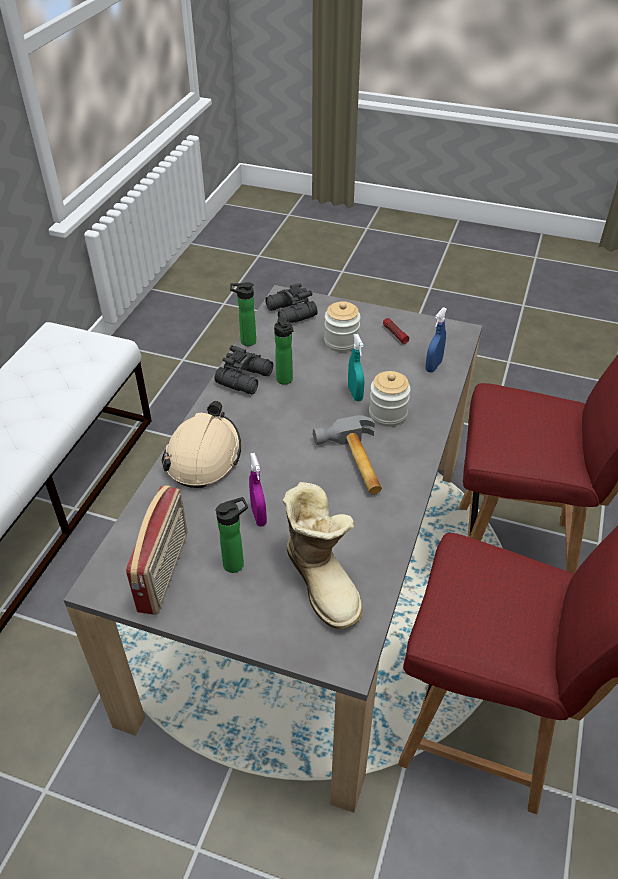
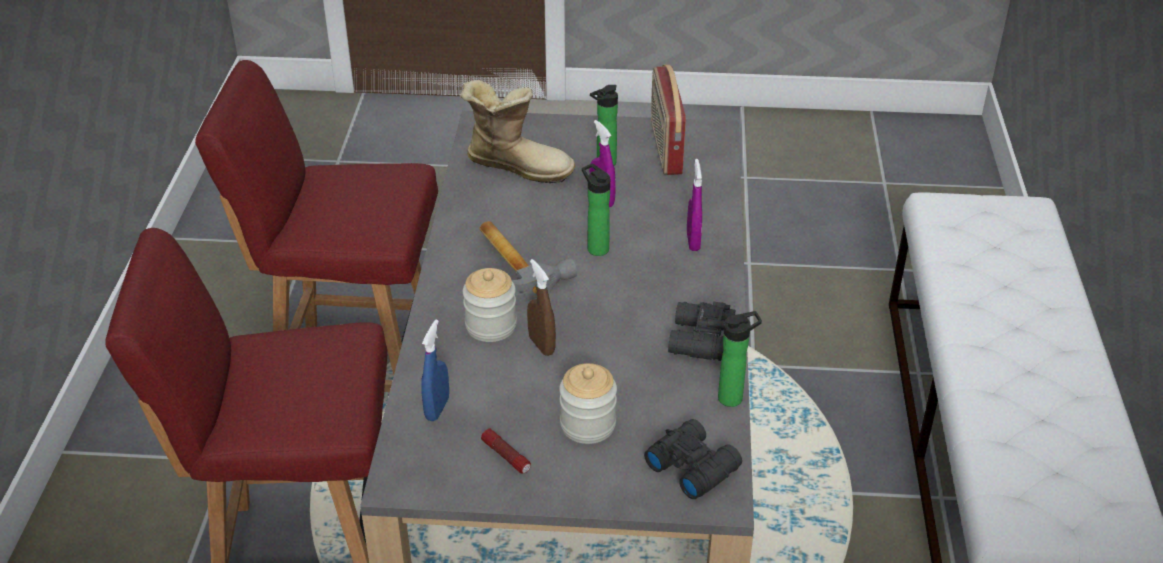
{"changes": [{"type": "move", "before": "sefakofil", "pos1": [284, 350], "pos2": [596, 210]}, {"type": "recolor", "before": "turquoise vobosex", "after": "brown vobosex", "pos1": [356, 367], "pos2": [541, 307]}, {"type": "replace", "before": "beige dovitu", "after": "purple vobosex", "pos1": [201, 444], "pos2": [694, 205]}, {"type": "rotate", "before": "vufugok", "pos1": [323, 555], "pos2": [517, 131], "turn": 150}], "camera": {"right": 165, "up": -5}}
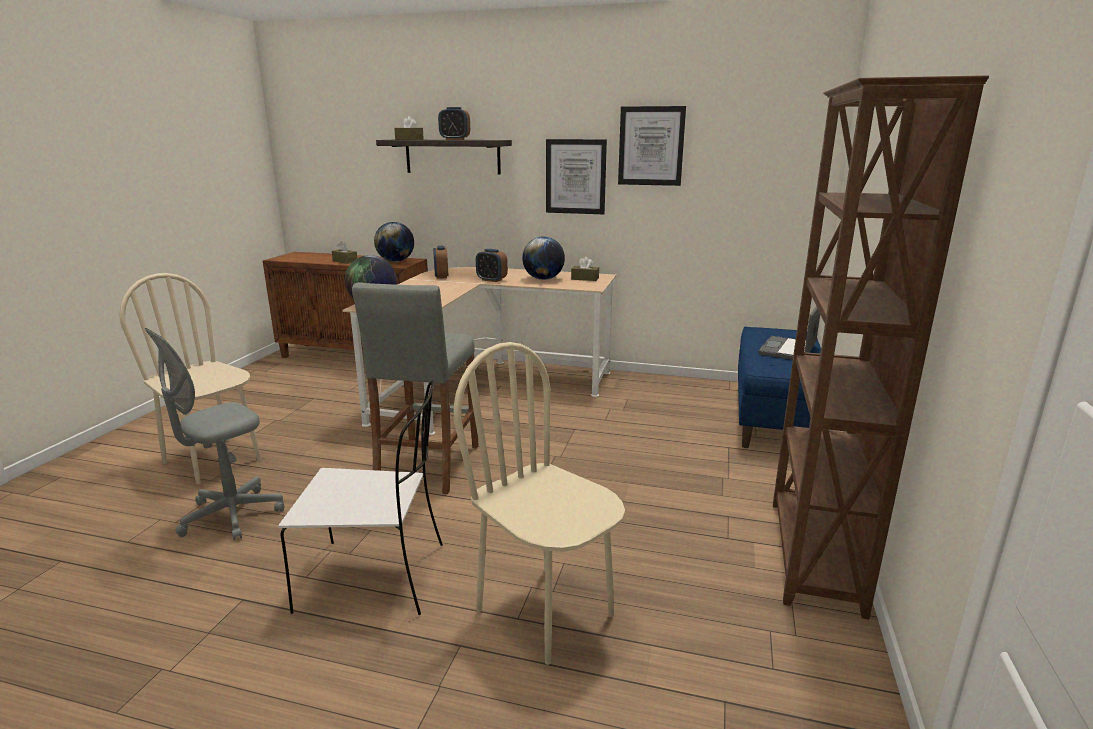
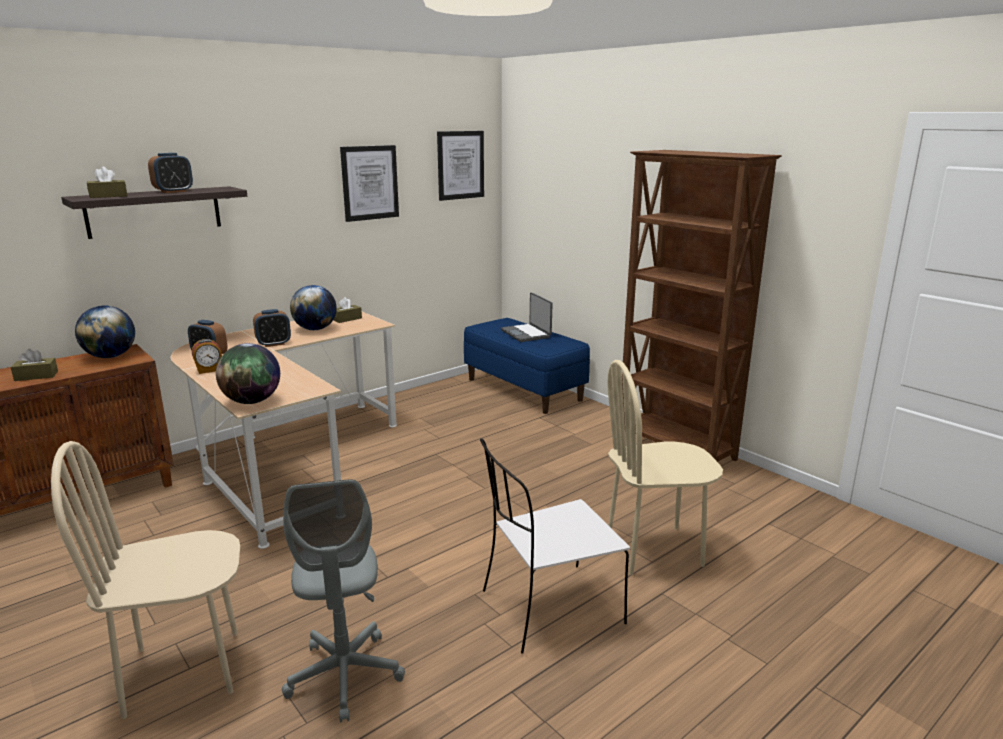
{"changes": [{"type": "move", "before": "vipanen", "pos1": [576, 176], "pos2": [460, 166]}, {"type": "delete", "before": "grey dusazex", "pos1": [415, 388]}, {"type": "rotate", "before": "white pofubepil", "pos1": [361, 497], "pos2": [555, 546], "turn": -150}, {"type": "insert", "after": "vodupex", "pos2": [207, 356]}], "camera": {"right": -55, "up": 0}}
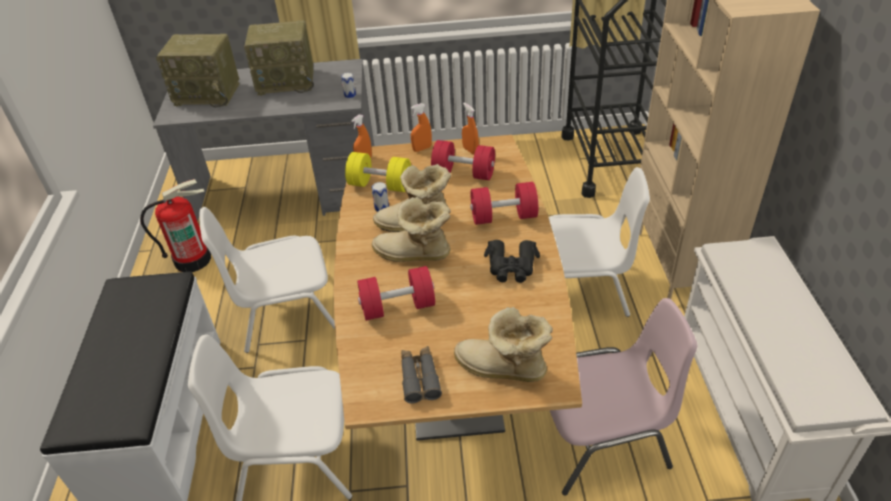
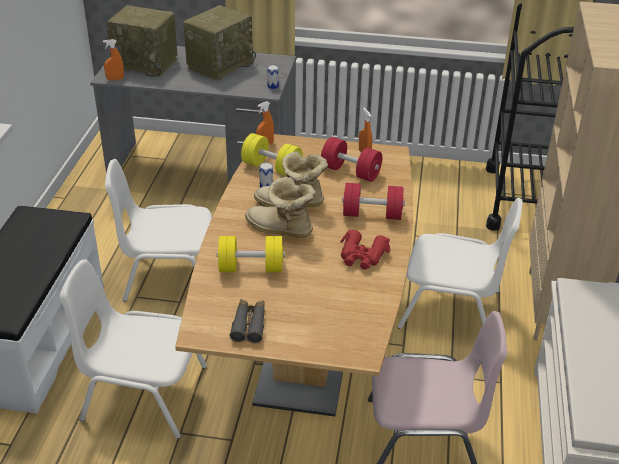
{"changes": [{"type": "rotate", "before": "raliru", "pos1": [279, 58], "pos2": [219, 43], "turn": -60}, {"type": "move", "before": "orange vobosex", "pos1": [421, 127], "pos2": [113, 60]}, {"type": "delete", "before": "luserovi", "pos1": [175, 225]}, {"type": "recolor", "before": "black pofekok", "after": "red pofekok", "pos1": [512, 261], "pos2": [365, 250]}, {"type": "recolor", "before": "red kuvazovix", "after": "yellow kuvazovix", "pos1": [396, 293], "pos2": [251, 254]}, {"type": "delete", "before": "vufugok", "pos1": [503, 344]}], "camera": {"right": 10, "up": -5}}
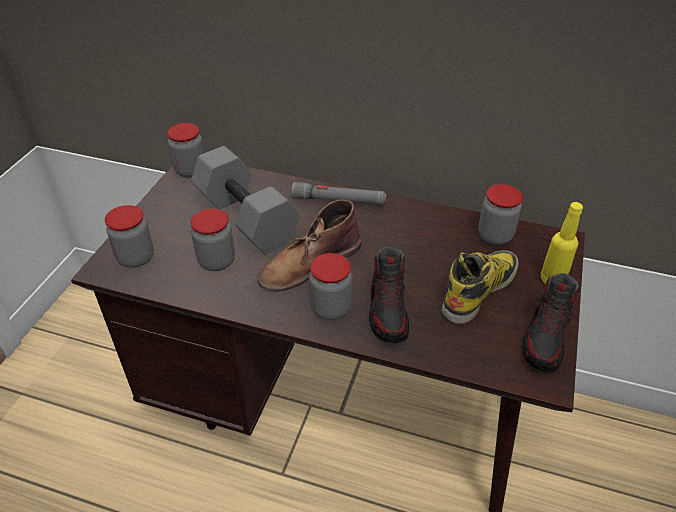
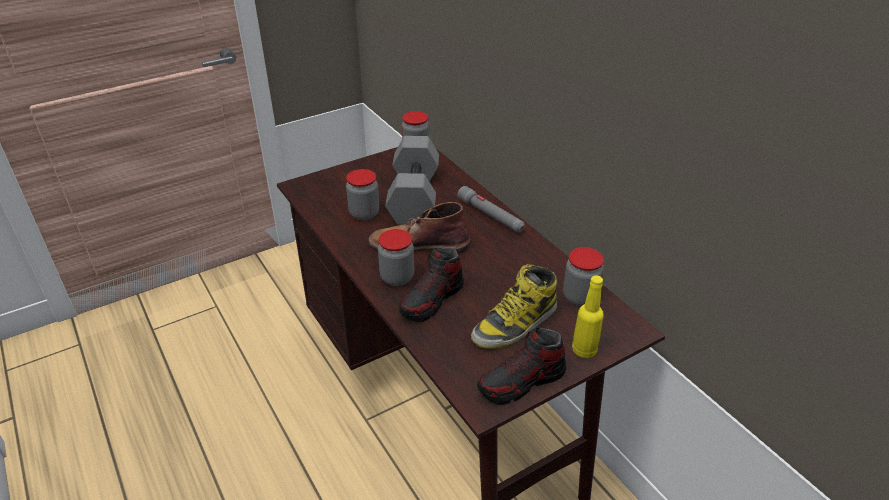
{"changes": [{"type": "delete", "before": "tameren", "pos1": [129, 236]}, {"type": "rotate", "before": "vufugok", "pos1": [480, 287], "pos2": [514, 306], "turn": 150}], "camera": {"right": 40, "up": -5}}
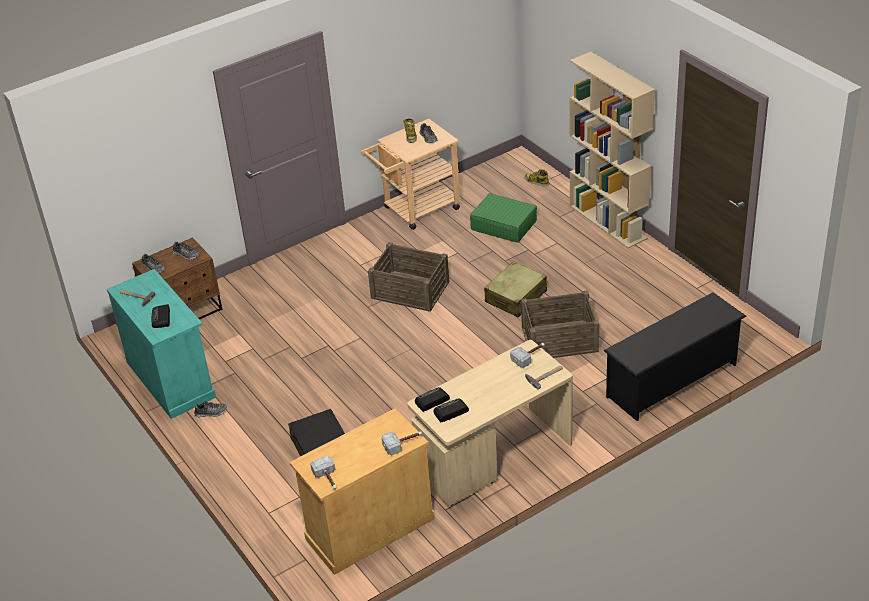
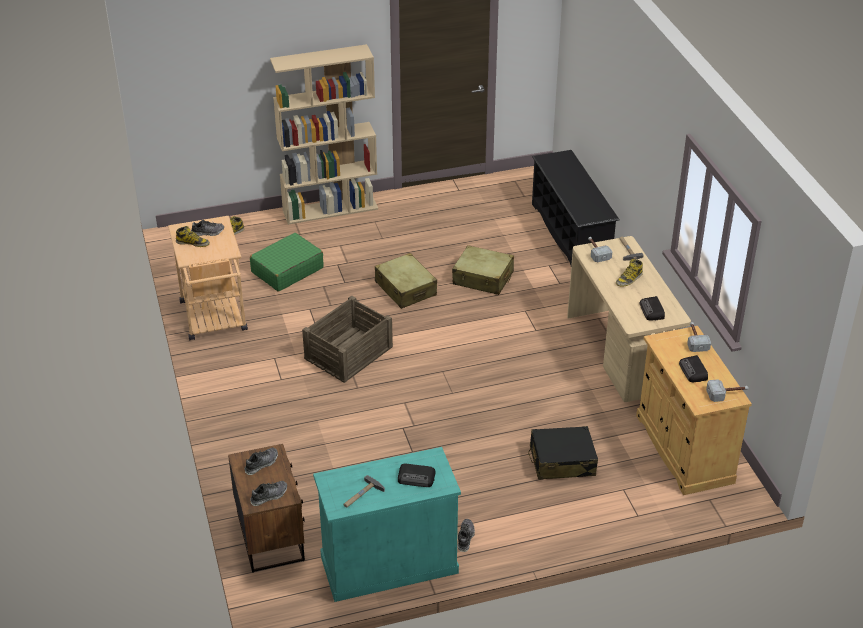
{"changes": [{"type": "replace", "before": "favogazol", "after": "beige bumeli", "pos1": [560, 324], "pos2": [483, 270]}, {"type": "move", "before": "raliru", "pos1": [432, 399], "pos2": [693, 368]}, {"type": "insert", "after": "vufugok", "pos2": [629, 273]}], "camera": {"right": -75, "up": 0}}
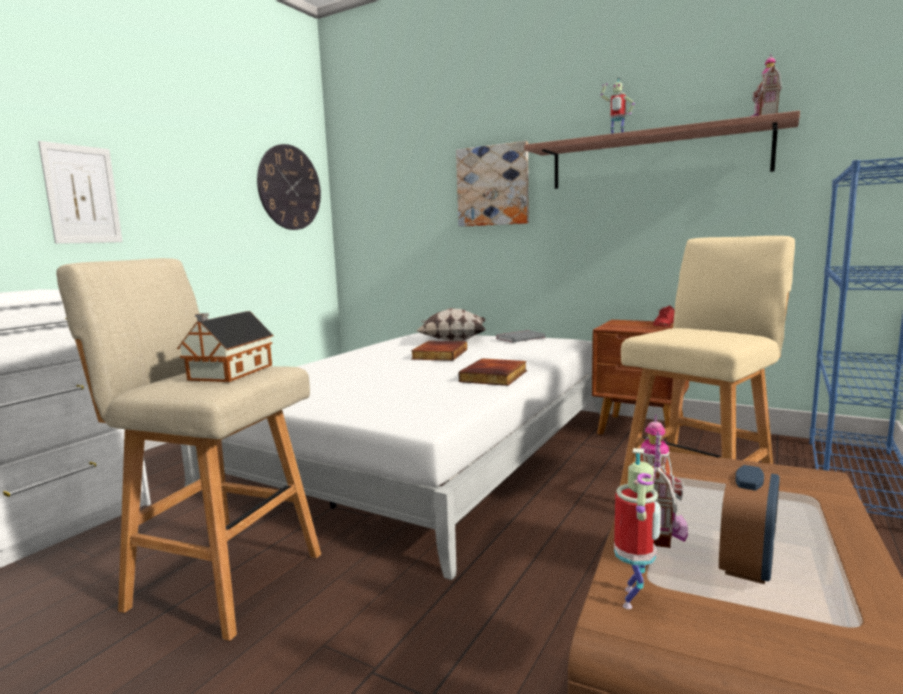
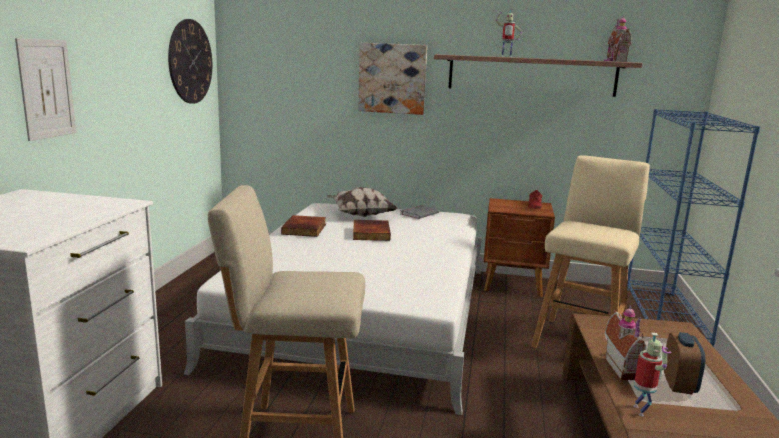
{"changes": [{"type": "delete", "before": "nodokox", "pos1": [225, 346]}, {"type": "move", "before": "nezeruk", "pos1": [493, 372], "pos2": [303, 226]}], "camera": {"right": -20, "up": 5}}
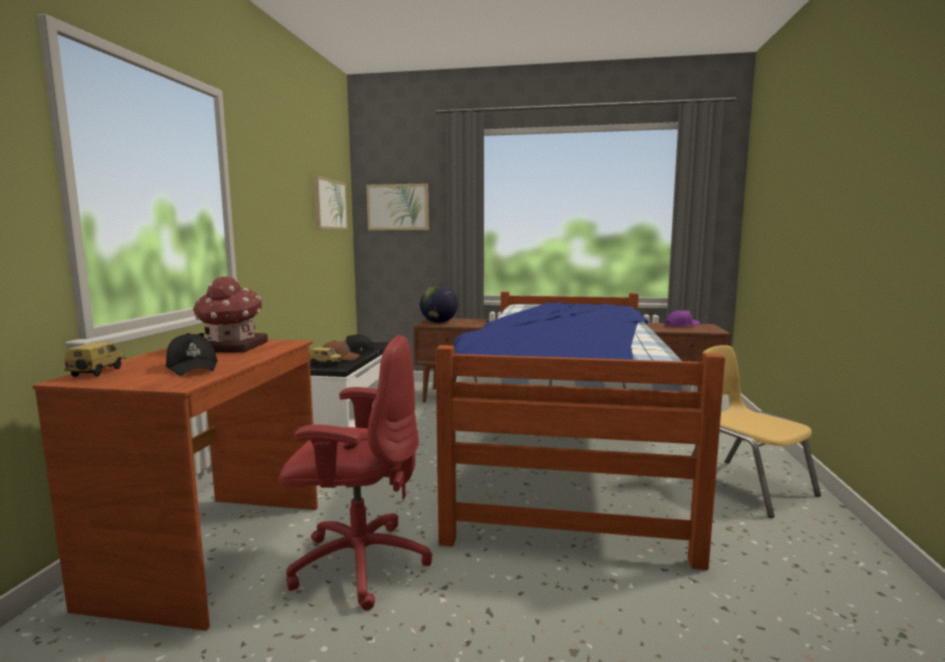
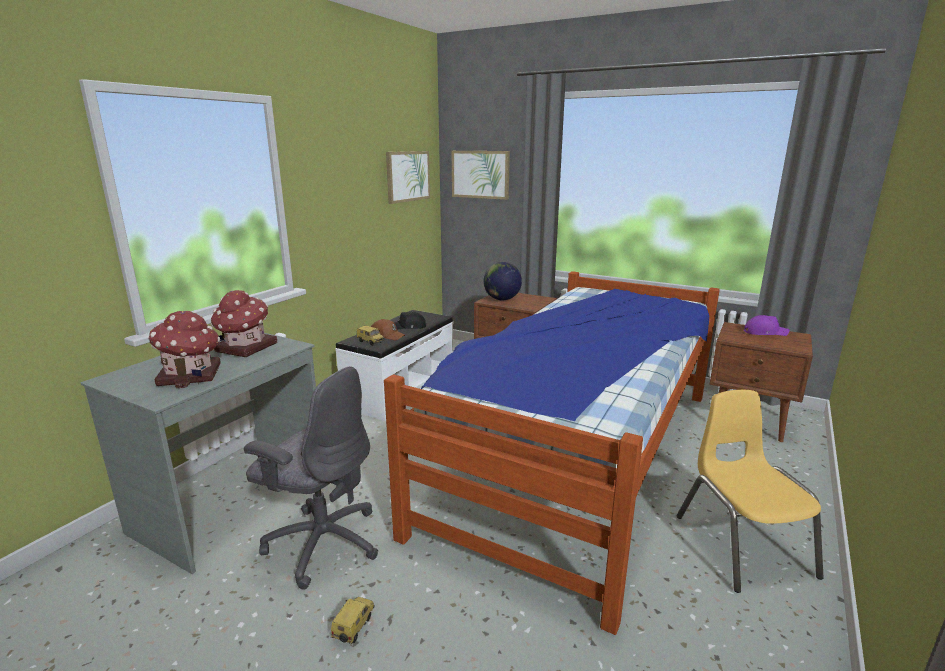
{"changes": [{"type": "replace", "before": "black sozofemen", "after": "nodokox", "pos1": [192, 354], "pos2": [184, 349]}, {"type": "recolor", "before": "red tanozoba", "after": "grey tanozoba", "pos1": [355, 473], "pos2": [311, 478]}, {"type": "recolor", "before": "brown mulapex", "after": "grey mulapex", "pos1": [175, 484], "pos2": [198, 453]}, {"type": "move", "before": "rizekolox", "pos1": [95, 359], "pos2": [352, 620]}], "camera": {"right": 20, "up": 10}}
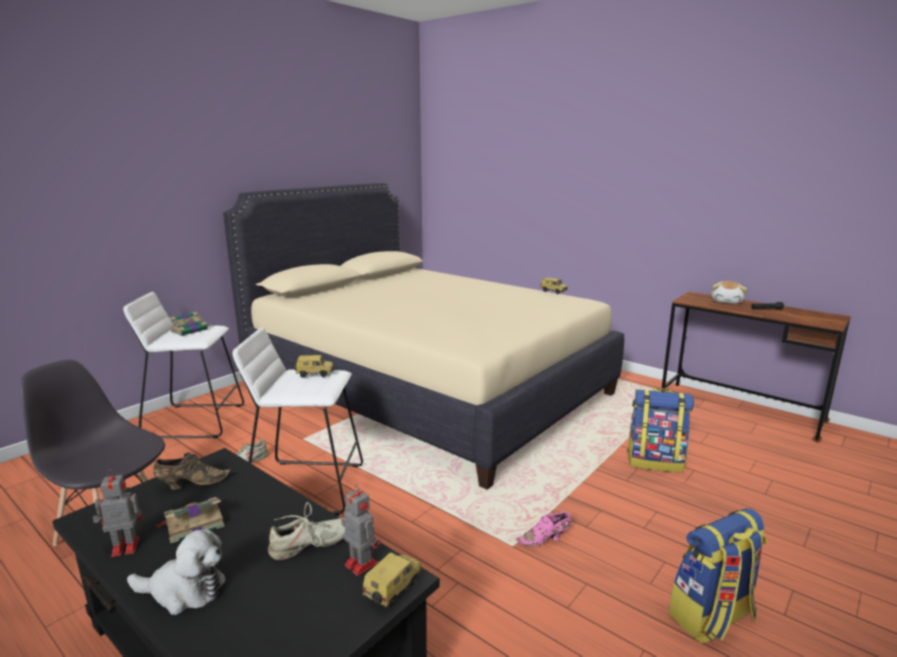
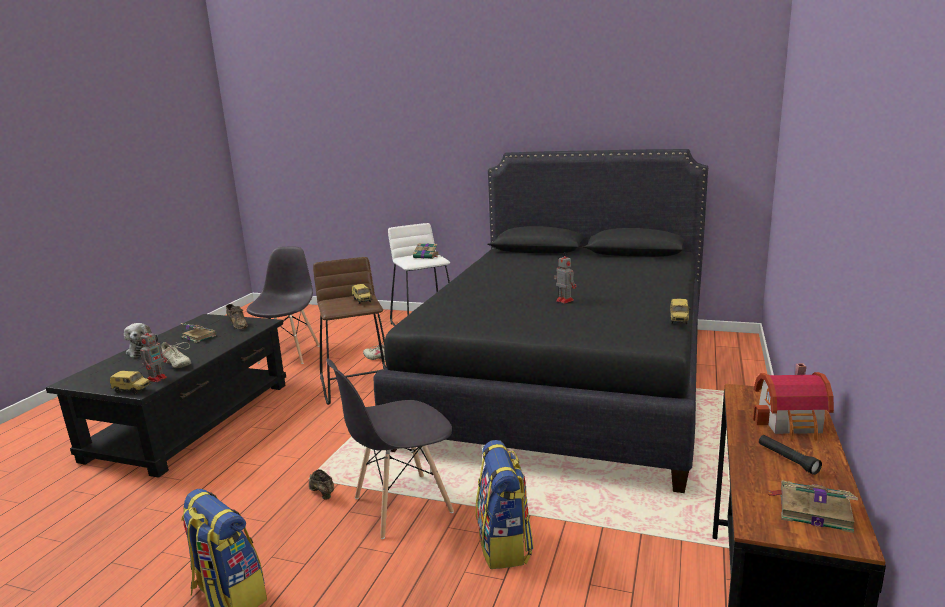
{"changes": [{"type": "recolor", "before": "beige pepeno", "after": "black pepeno", "pos1": [423, 336], "pos2": [541, 321]}, {"type": "replace", "before": "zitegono", "after": "nodokox", "pos1": [729, 292], "pos2": [793, 402]}, {"type": "recolor", "before": "white dusazex", "after": "brown dusazex", "pos1": [297, 421], "pos2": [350, 331]}, {"type": "move", "before": "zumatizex", "pos1": [118, 513], "pos2": [565, 279]}, {"type": "recolor", "before": "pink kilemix", "after": "brown kilemix", "pos1": [543, 529], "pos2": [321, 484]}, {"type": "insert", "after": "grey pofubepil", "pos2": [390, 448]}, {"type": "insert", "after": "nezeruk", "pos2": [813, 506]}], "camera": {"right": 70, "up": 0}}
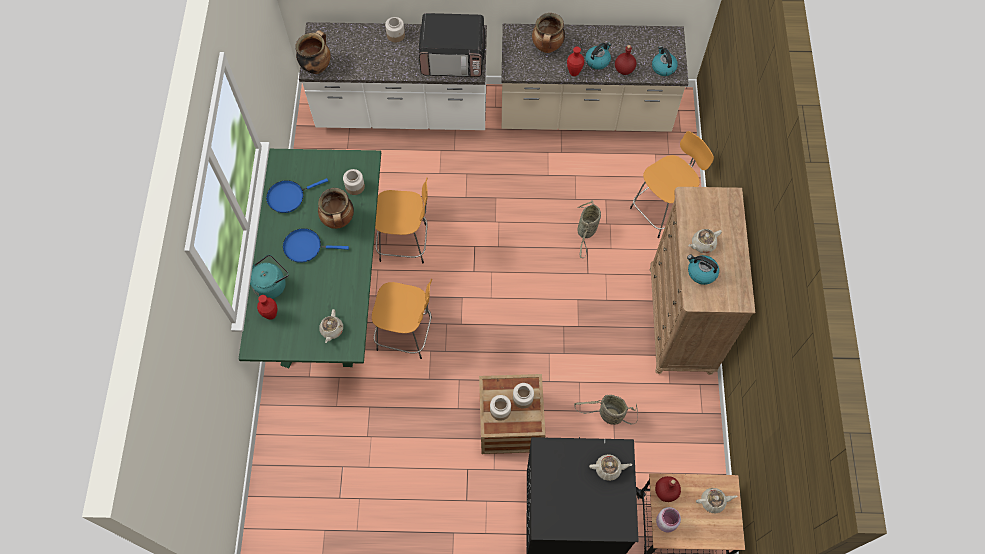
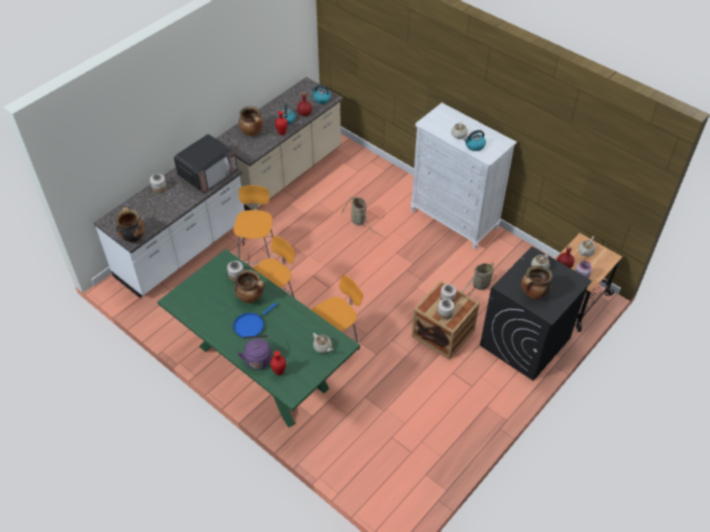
{"changes": [{"type": "move", "before": "orange dusazex", "pos1": [672, 184], "pos2": [253, 224]}, {"type": "delete", "before": "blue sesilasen", "pos1": [297, 195]}, {"type": "recolor", "before": "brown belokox", "after": "white belokox", "pos1": [703, 281], "pos2": [463, 176]}, {"type": "recolor", "before": "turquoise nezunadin", "after": "purple nezunadin", "pos1": [269, 277], "pos2": [254, 352]}, {"type": "insert", "after": "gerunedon", "pos2": [537, 282]}], "camera": {"right": -50, "up": -15}}
